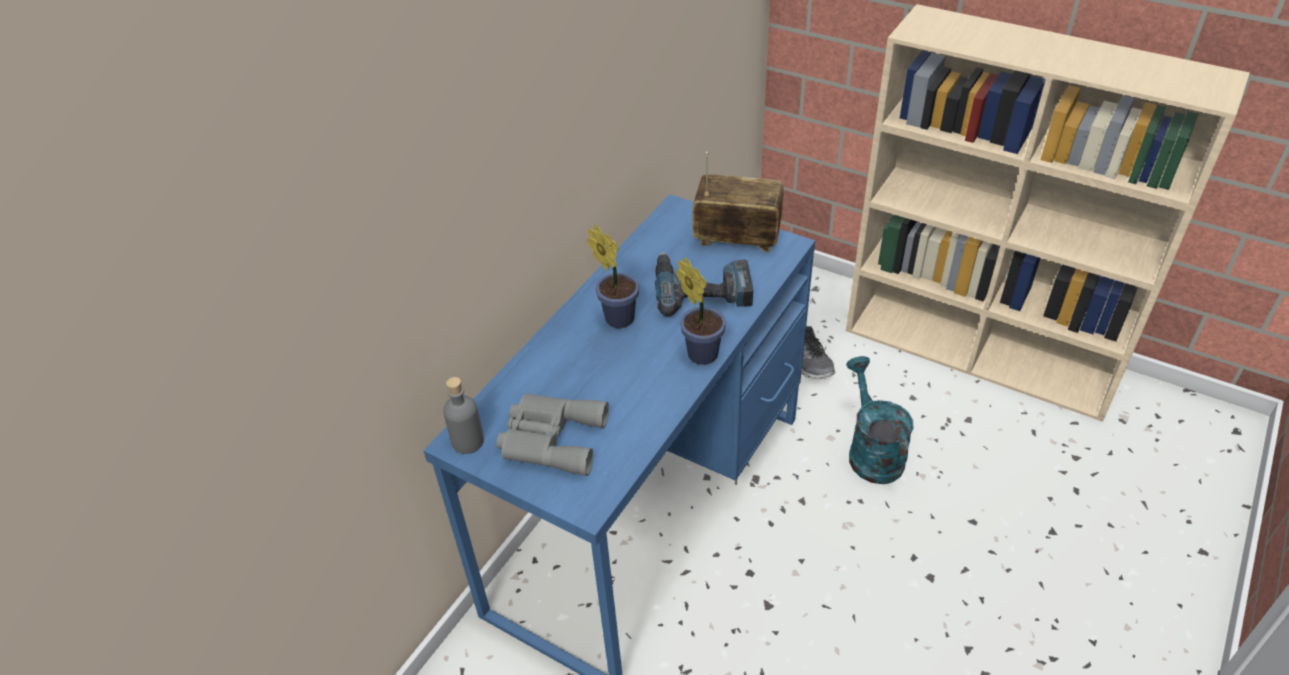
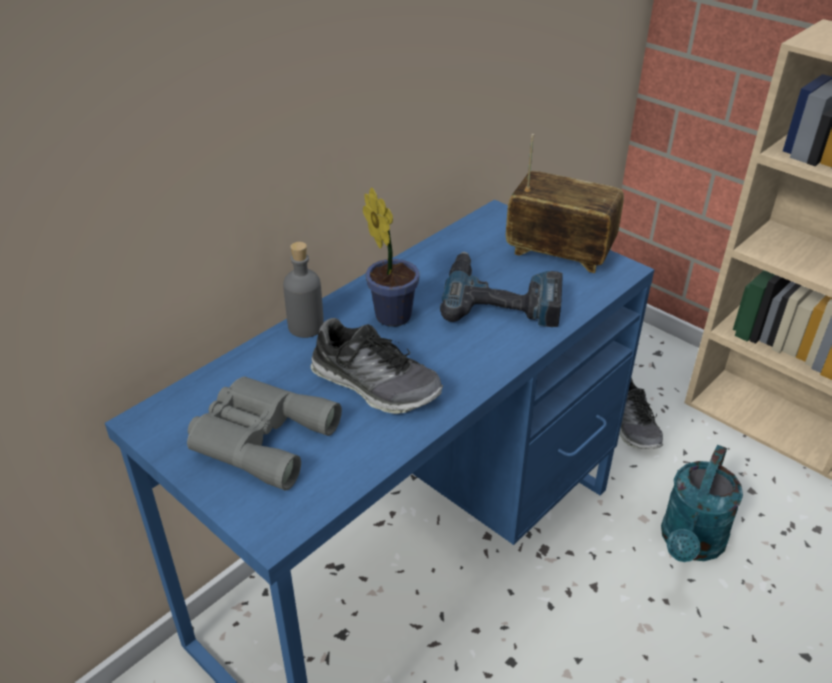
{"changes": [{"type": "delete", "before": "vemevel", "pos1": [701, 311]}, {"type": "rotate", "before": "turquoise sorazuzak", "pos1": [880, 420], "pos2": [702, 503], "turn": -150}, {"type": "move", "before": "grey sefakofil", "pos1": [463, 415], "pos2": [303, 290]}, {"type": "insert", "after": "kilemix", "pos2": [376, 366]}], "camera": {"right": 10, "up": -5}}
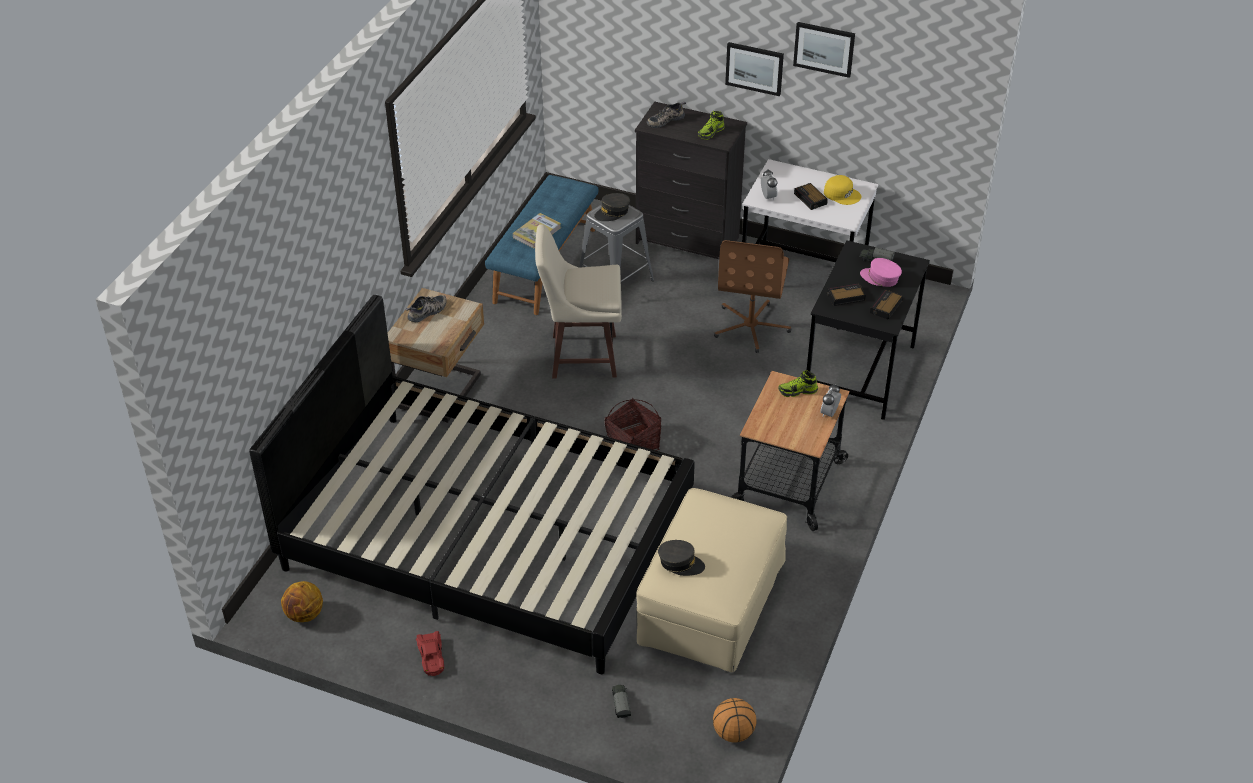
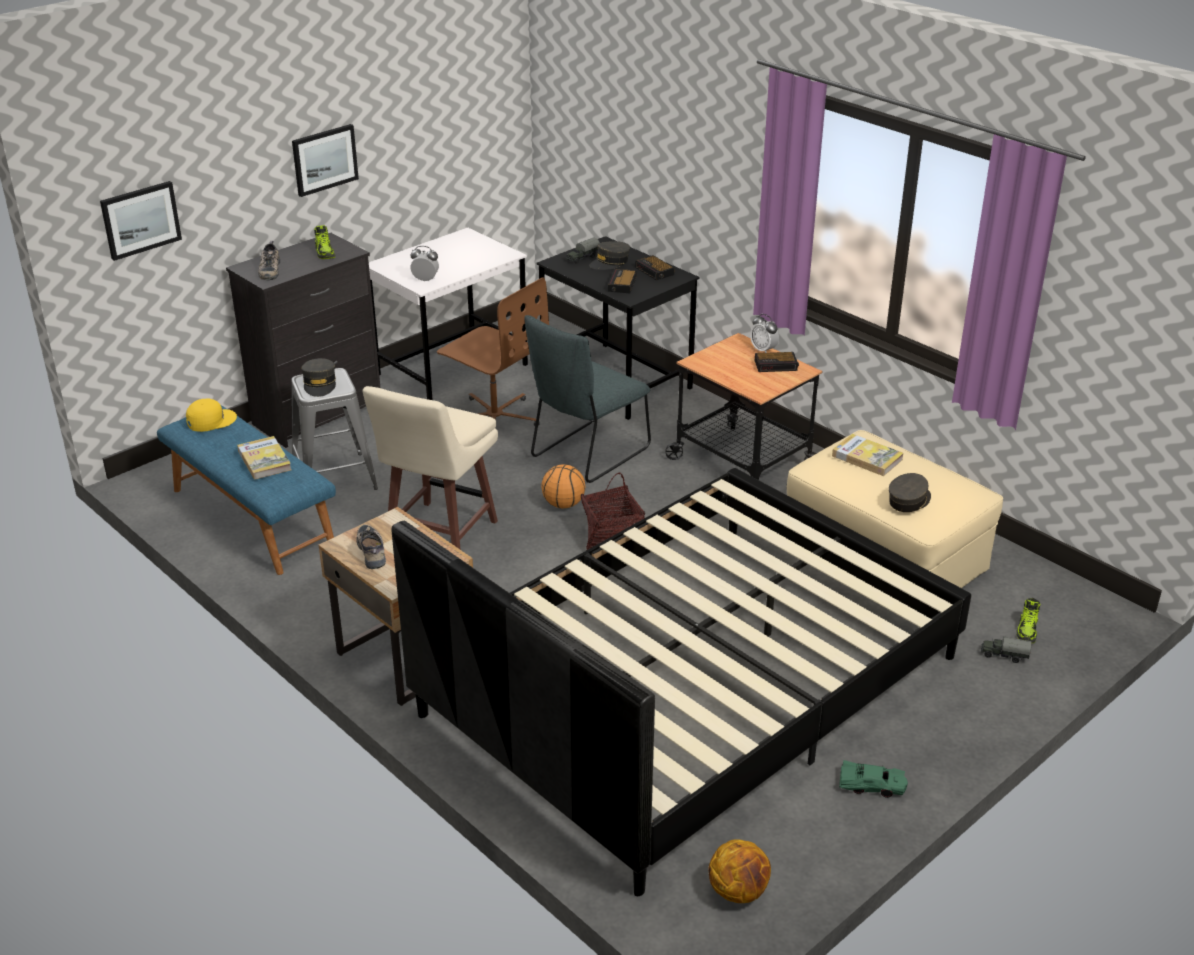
{"changes": [{"type": "move", "before": "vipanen", "pos1": [824, 50], "pos2": [141, 221]}, {"type": "move", "before": "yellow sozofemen", "pos1": [842, 190], "pos2": [211, 415]}, {"type": "move", "before": "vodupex", "pos1": [811, 196], "pos2": [777, 362]}, {"type": "recolor", "before": "pink sozofemen", "after": "grey sozofemen", "pos1": [881, 272], "pos2": [609, 255]}, {"type": "move", "before": "kilemix", "pos1": [798, 383], "pos2": [1028, 620]}, {"type": "recolor", "before": "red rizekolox", "after": "green rizekolox", "pos1": [430, 653], "pos2": [873, 779]}, {"type": "move", "before": "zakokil", "pos1": [735, 720], "pos2": [563, 486]}, {"type": "insert", "after": "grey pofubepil", "pos2": [588, 399]}, {"type": "insert", "after": "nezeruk", "pos2": [868, 455]}], "camera": {"right": -65, "up": -10}}
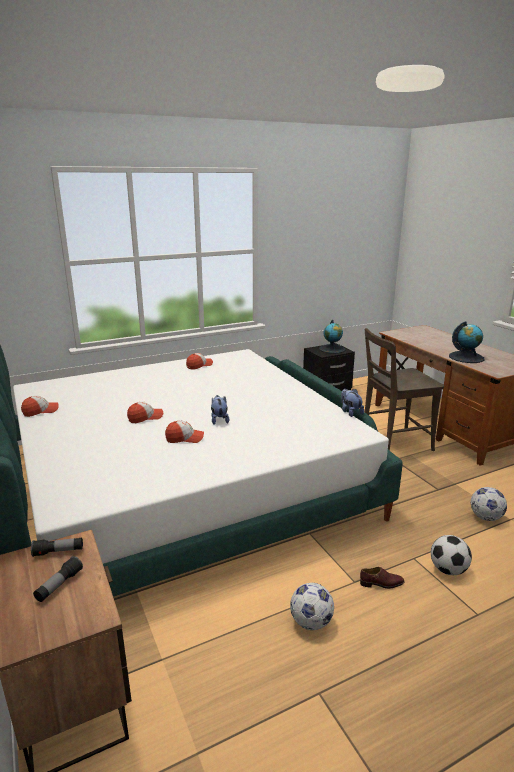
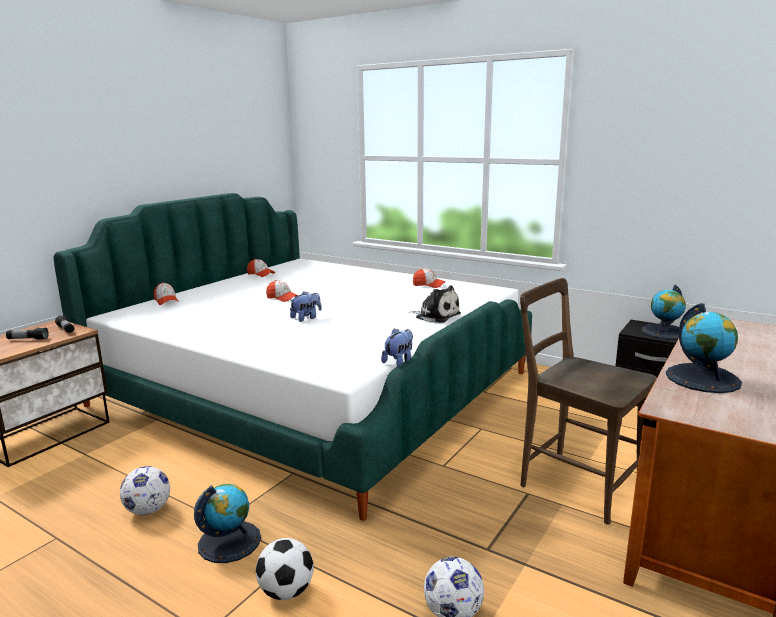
{"changes": [{"type": "move", "before": "sozofemen", "pos1": [184, 432], "pos2": [166, 293]}, {"type": "replace", "before": "brown kilemix", "after": "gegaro", "pos1": [382, 578], "pos2": [227, 523]}, {"type": "insert", "after": "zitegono", "pos2": [435, 304]}], "camera": {"right": 60, "up": -5}}
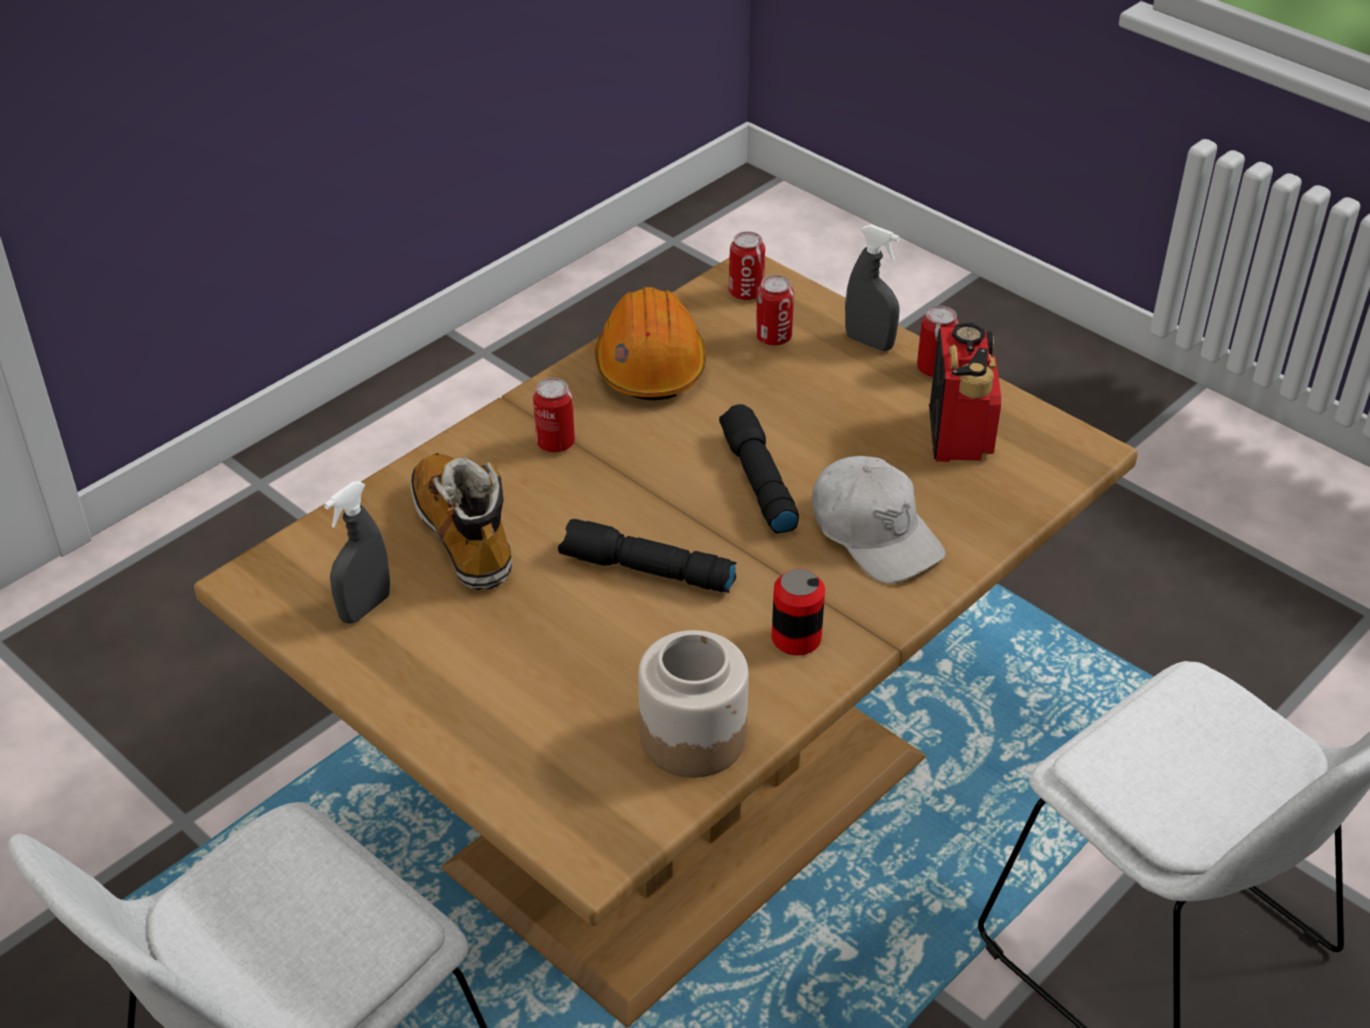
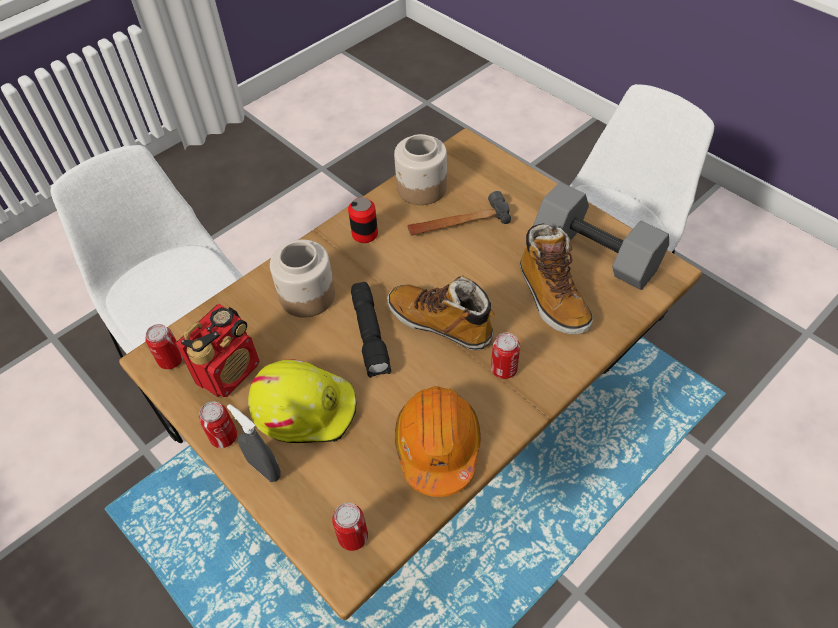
{"changes": [{"type": "move", "before": "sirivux", "pos1": [775, 310], "pos2": [164, 346]}, {"type": "rotate", "before": "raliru", "pos1": [965, 392], "pos2": [217, 350], "turn": -150}, {"type": "replace", "before": "white sozofemen", "after": "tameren", "pos1": [879, 520], "pos2": [302, 279]}, {"type": "replace", "before": "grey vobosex", "after": "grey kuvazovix", "pos1": [357, 552], "pos2": [601, 236]}, {"type": "delete", "before": "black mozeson", "pos1": [647, 556]}, {"type": "insert", "after": "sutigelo", "pos2": [459, 213]}, {"type": "insert", "after": "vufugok", "pos2": [441, 313]}, {"type": "insert", "after": "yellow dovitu", "pos2": [302, 401]}], "camera": {"right": -175, "up": 10}}
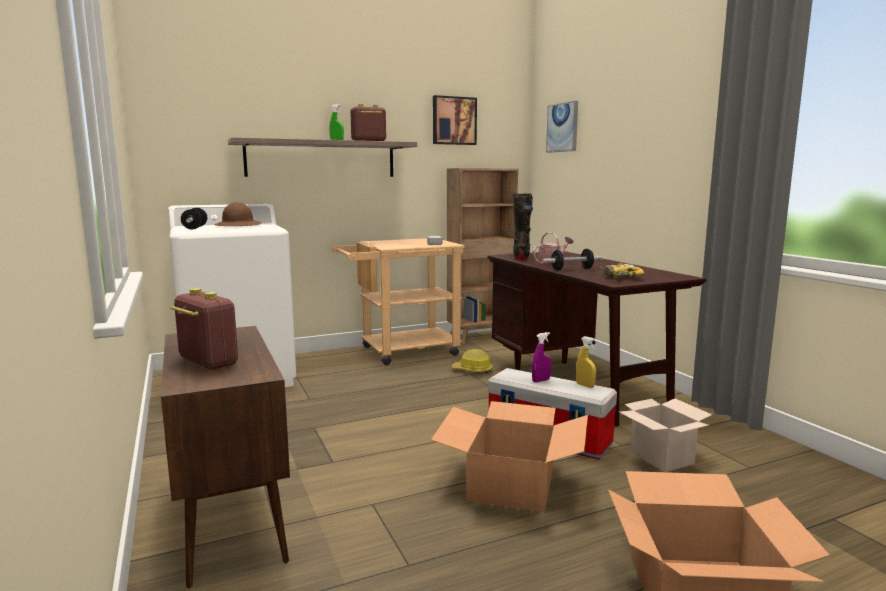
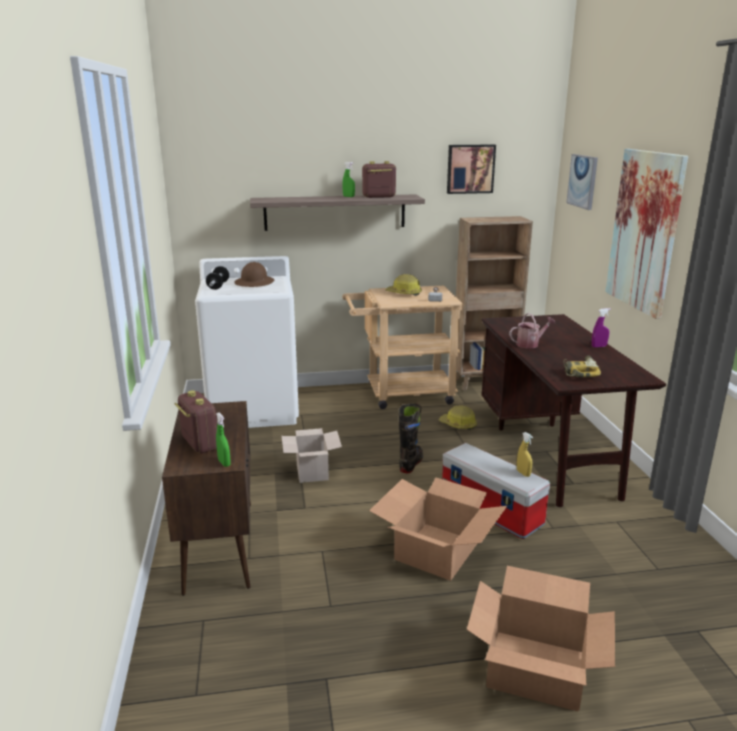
{"changes": [{"type": "move", "before": "black vufugok", "pos1": [523, 226], "pos2": [411, 438]}, {"type": "delete", "before": "kuvazovix", "pos1": [572, 259]}, {"type": "move", "before": "purple vobosex", "pos1": [541, 357], "pos2": [601, 327]}, {"type": "move", "before": "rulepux", "pos1": [665, 435], "pos2": [312, 455]}, {"type": "insert", "after": "vipanen", "pos2": [646, 234]}, {"type": "insert", "after": "dovitu", "pos2": [404, 285]}, {"type": "insert", "after": "green vobosex", "pos2": [223, 440]}], "camera": {"right": 15, "up": 10}}
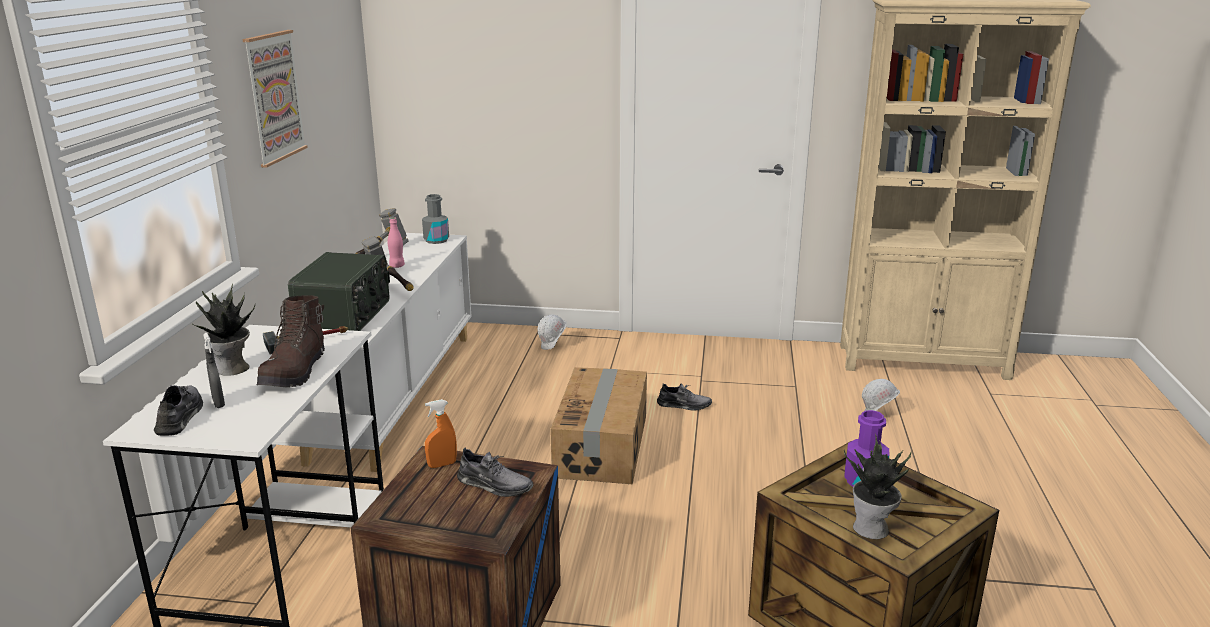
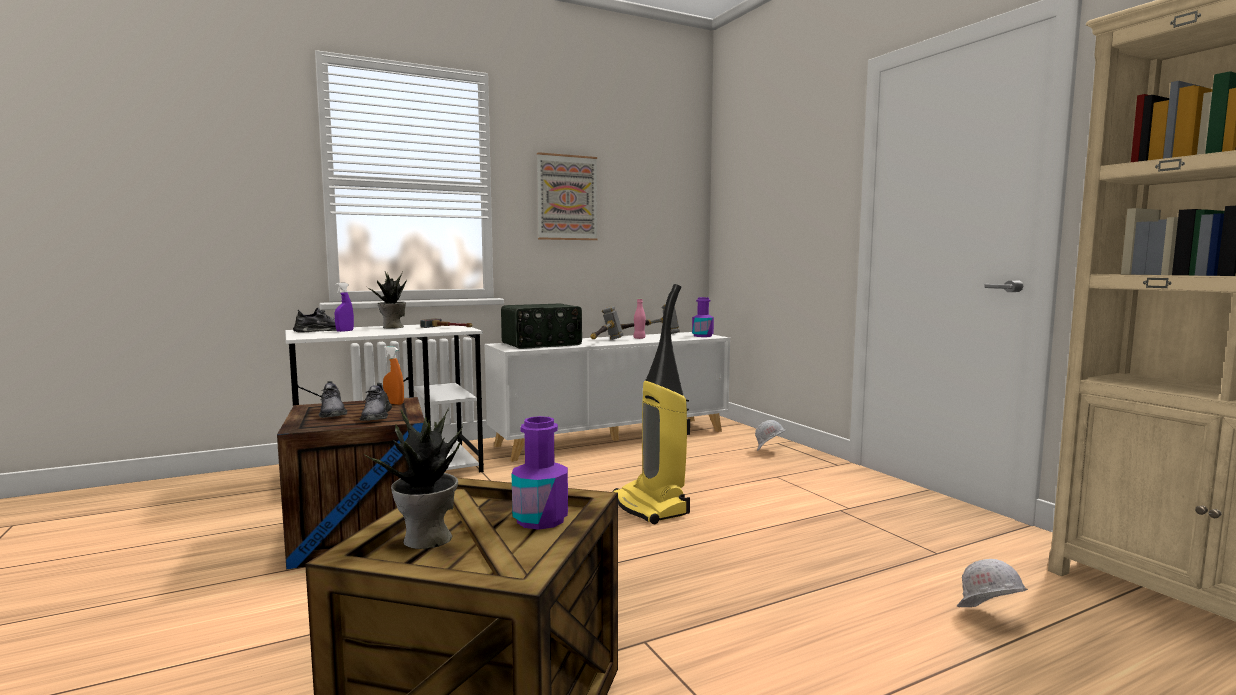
{"changes": [{"type": "recolor", "before": "grey sefakofil", "after": "purple sefakofil", "pos1": [435, 219], "pos2": [703, 317]}, {"type": "delete", "before": "brown vufugok", "pos1": [291, 341]}, {"type": "recolor", "before": "grey vobosex", "after": "purple vobosex", "pos1": [214, 370], "pos2": [344, 307]}, {"type": "replace", "before": "rulepux", "after": "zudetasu", "pos1": [598, 425], "pos2": [651, 404]}, {"type": "move", "before": "grey kilemix", "pos1": [684, 397], "pos2": [333, 399]}], "camera": {"right": 55, "up": -15}}
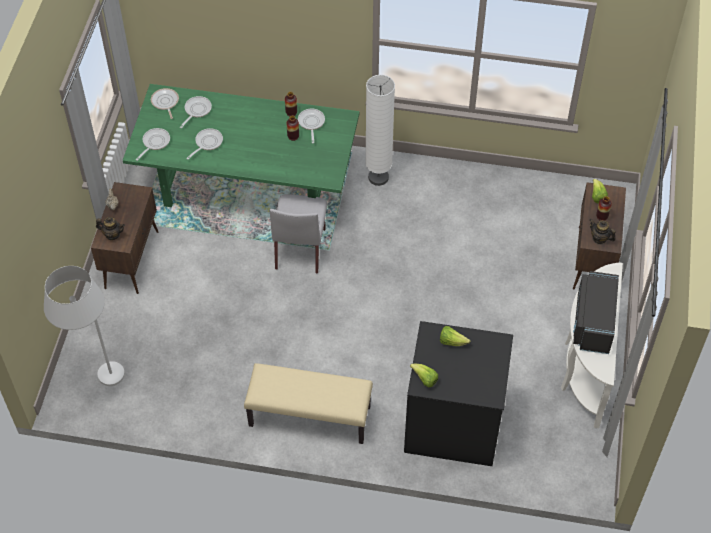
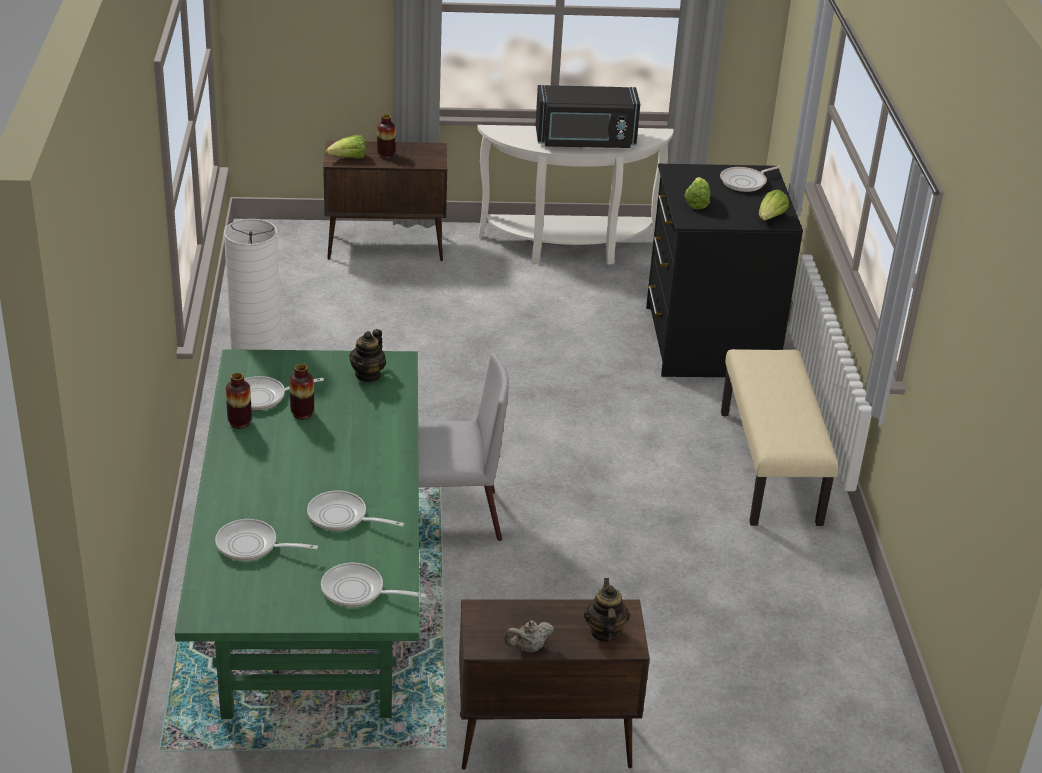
{"changes": [{"type": "move", "before": "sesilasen", "pos1": [165, 103], "pos2": [750, 179]}, {"type": "move", "before": "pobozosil", "pos1": [602, 231], "pos2": [367, 355]}, {"type": "delete", "before": "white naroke", "pos1": [84, 326]}], "camera": {"right": -105, "up": -20}}
